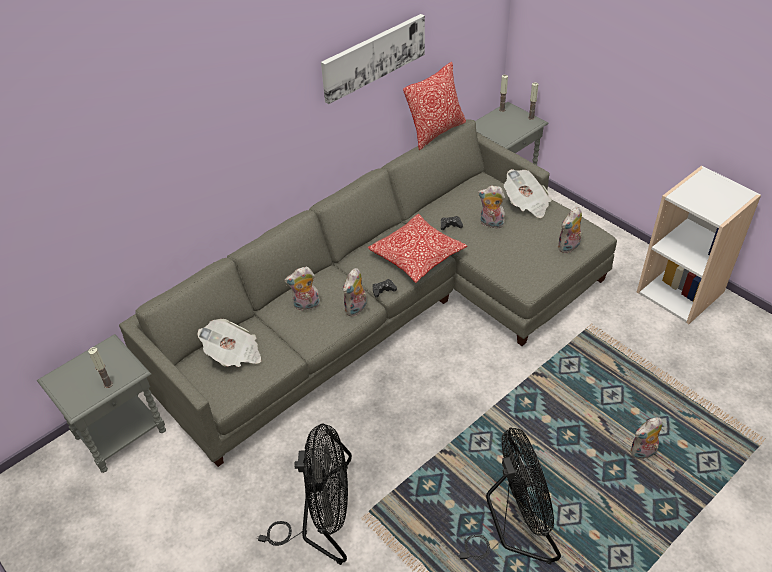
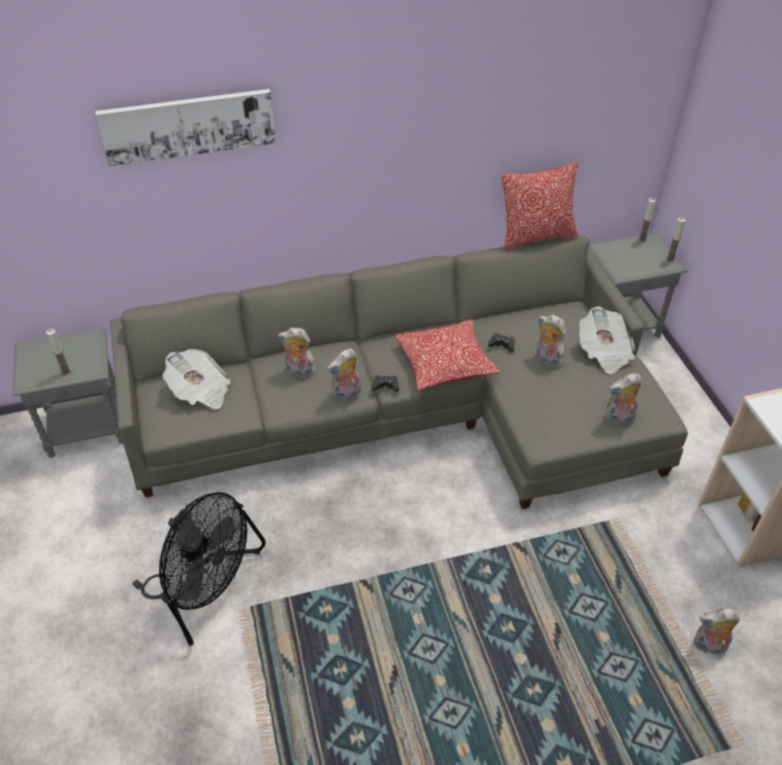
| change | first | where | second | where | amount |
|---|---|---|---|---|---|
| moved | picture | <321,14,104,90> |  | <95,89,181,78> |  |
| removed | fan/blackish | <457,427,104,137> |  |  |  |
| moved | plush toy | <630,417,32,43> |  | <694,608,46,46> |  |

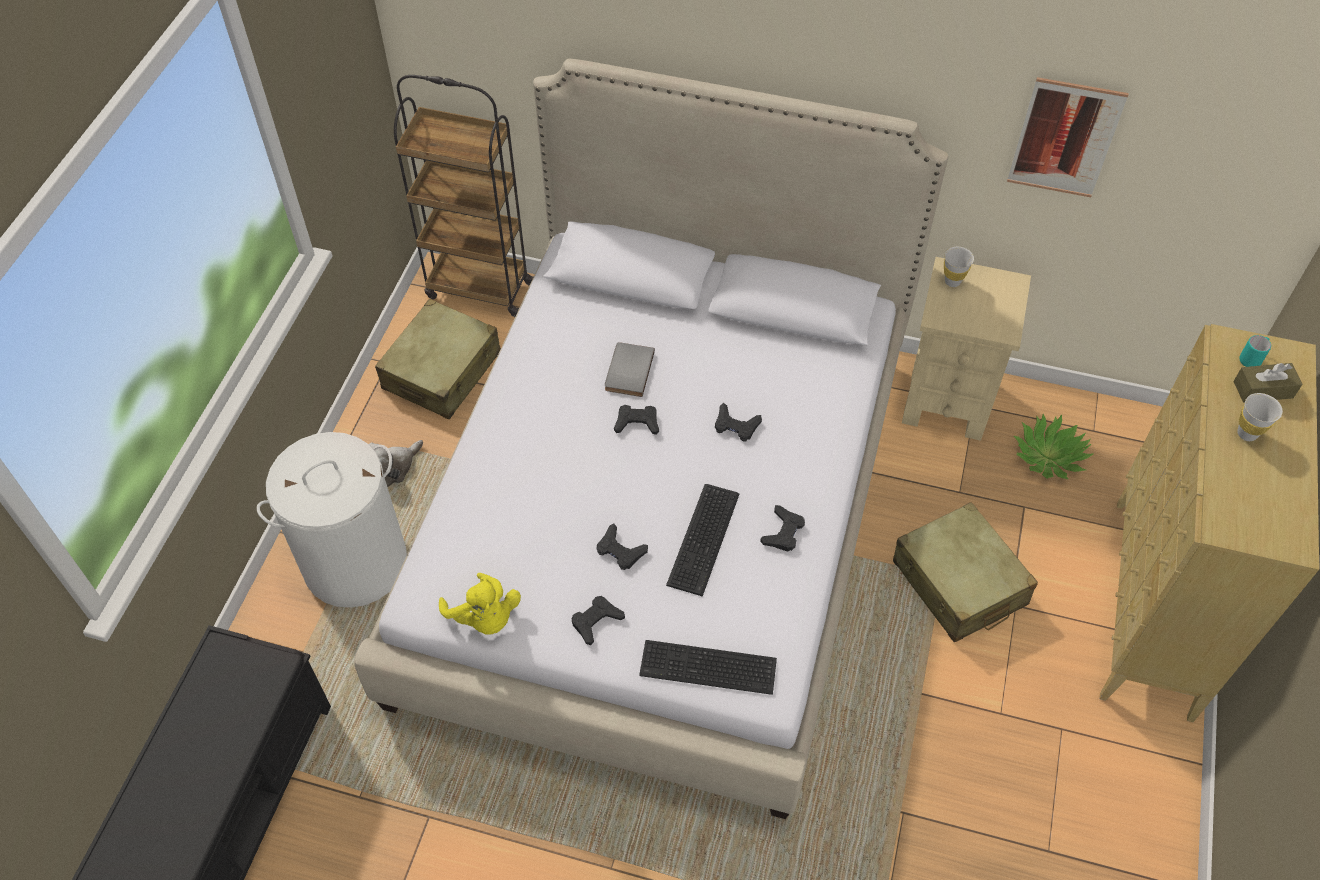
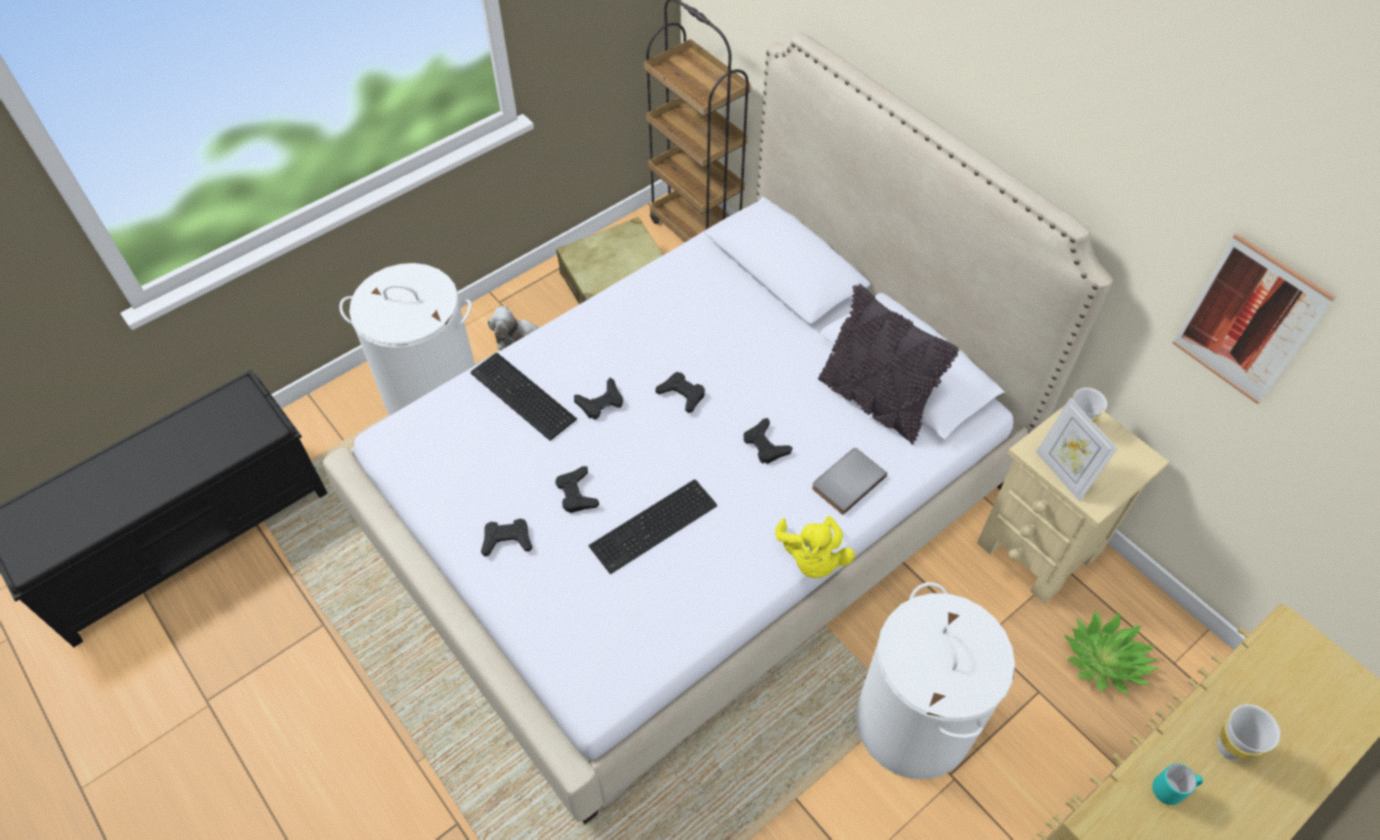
| change | first | where | second | where | amount |
|---|---|---|---|---|---|
| moved | plush toy/yellow | <439,573,82,62> |  | <775,516,80,62> |  |
| moved | volume/greyish | <605,342,50,55> |  | <812,448,75,67> |  |
| moved | keyboard | <639,640,138,55> |  | <470,353,107,88> |  |
| moved | game controller/blackish | <760,505,45,47> |  | <574,378,49,42> |  |
| replaced | travel case/beige-coloured | <893,502,145,140> | hamper/white | <856,582,159,197> |  |
| removed | tissue box/brown | <1233,363,69,40> |  |  |  |
| moved | mug/blue-green | <1239,335,32,32> |  | <1152,763,51,42> |  |
| added |  |  | cushion/blackish | <818,284,141,161> |  |
| added |  |  | photo frame | <1036,398,82,104> |  |

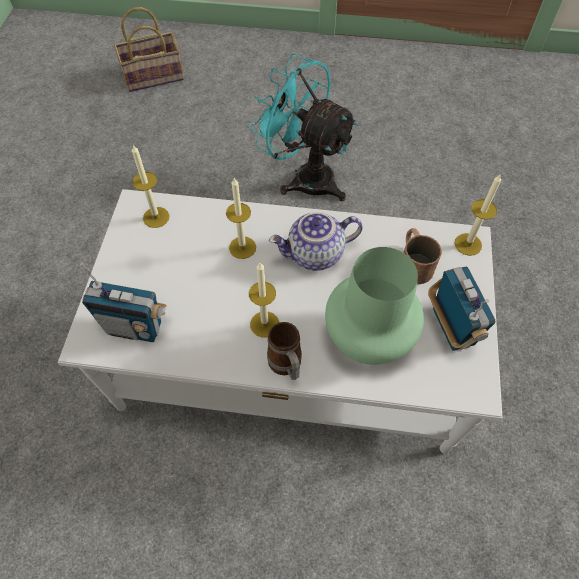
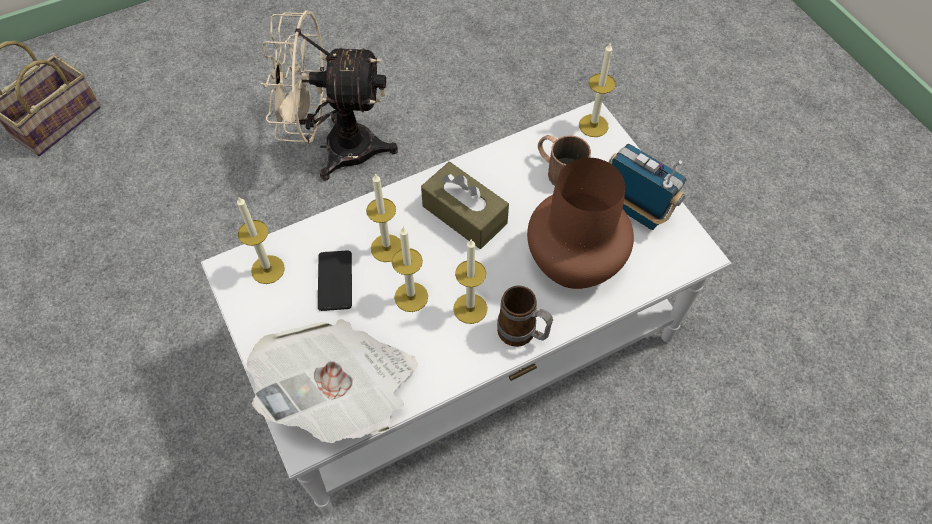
| change | first | where | second | where | amount |
|---|---|---|---|---|---|
| replaced | radio set | <80,262,86,80> | daily paper | <246,319,172,124> |  |
| recoloured | fan/blue-green | <249,53,109,148> | fan/beige-coloured | <261,10,137,171> |  |
| replaced | tea pot | <269,212,94,59> | tissue box/brown | <421,162,88,87> |  |
| recoloured | flower vase/green | <325,247,99,118> | flower vase/brown | <527,158,107,131> |  |
| added |  |  | telephone | <318,250,34,61> |  |
| added |  |  | candle | <392,227,36,85> |  |

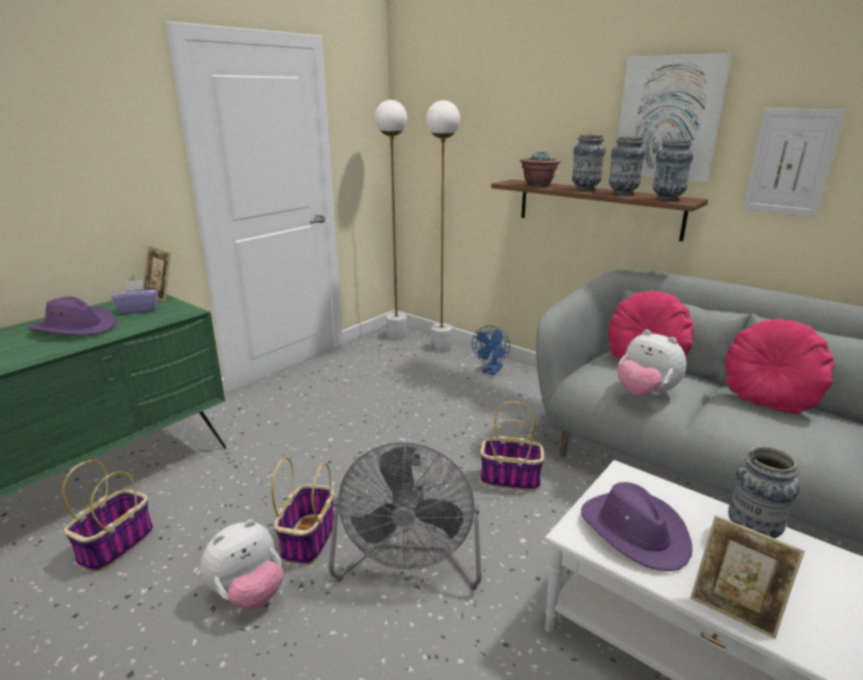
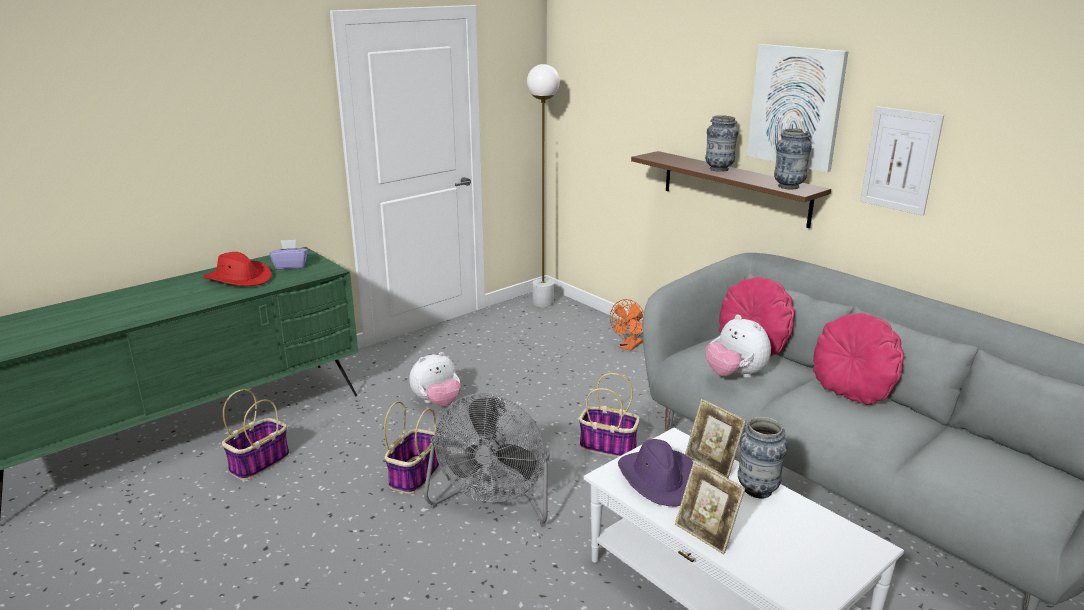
| change | first | where | second | where | amount |
|---|---|---|---|---|---|
| recoloured | clothing hat/purple | <28,296,88,40> | clothing hat/red-coloured | <203,252,69,34> |  |
| moved | photo frame | <143,245,28,57> |  | <685,399,62,79> |  |
| moved | plush toy | <200,520,83,89> |  | <409,352,52,55> |  |
| removed | standard lamp/white | <426,100,34,252> |  |  |  |
| recoloured | fan/bluish | <472,326,38,49> | fan/orangey | <610,299,34,52> |  |
| removed | potted plant | <520,151,41,36> |  |  |  |
| removed | flower vase | <609,136,36,59> |  |  |  |

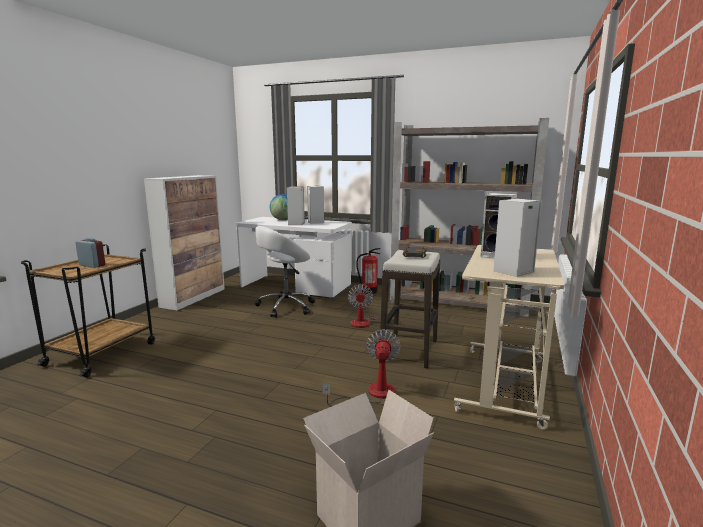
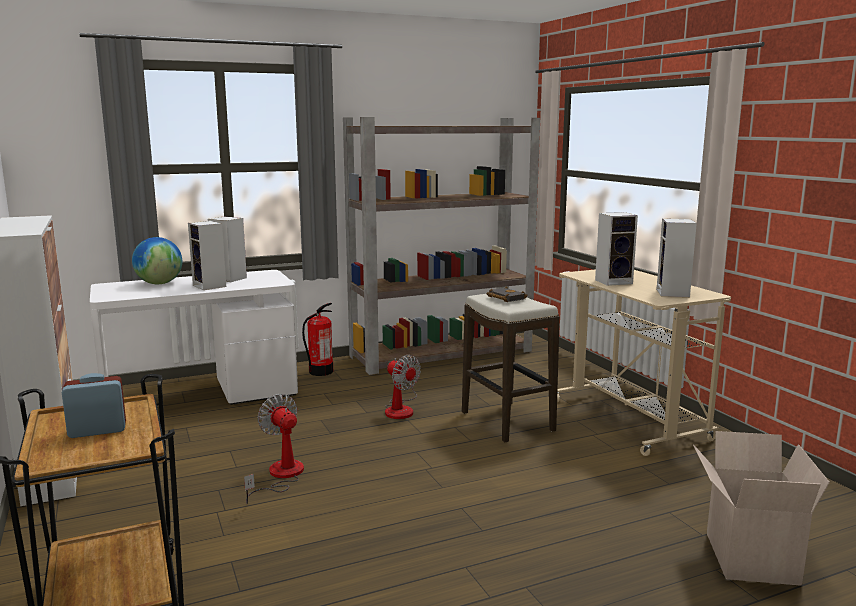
| change | first | where | second | where | amount |
|---|---|---|---|---|---|
| removed | office chair/white | <255,226,60,91> |  |  |  |
| moved | fan | <322,330,79,75> |  | <244,394,60,110> |  |

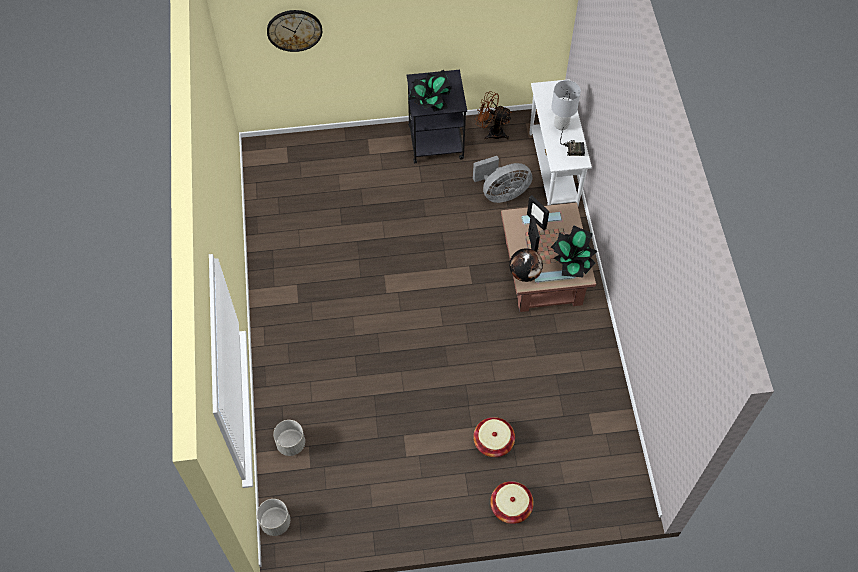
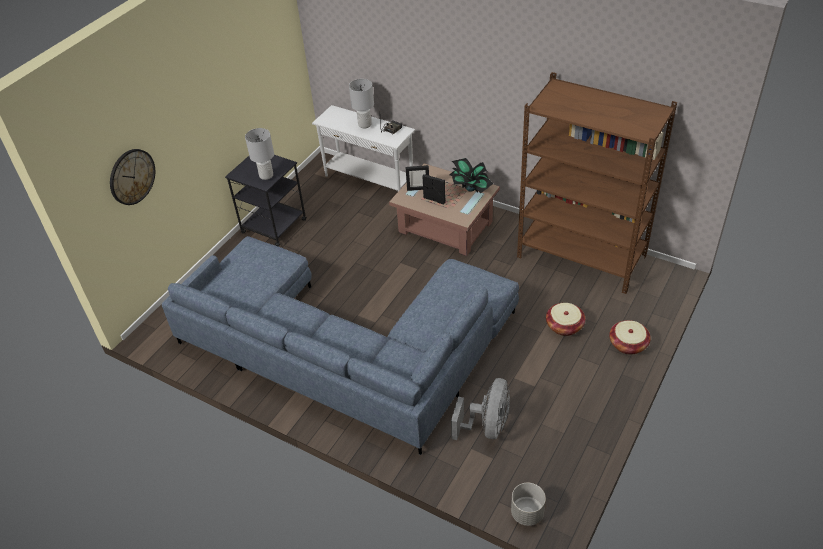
| change | first | where | second | where | amount |
|---|---|---|---|---|---|
| removed | planter/greyish | <273,420,32,36> |  |  |  |
| replaced | potted plant | <409,70,43,42> | lamp for a table/greyish | <245,128,29,52> |  |
| moved | fan/greyish | <473,156,59,47> |  | <451,378,59,62> |  |
| removed | fan/brown | <476,91,36,49> |  |  |  |
| removed | world globe | <509,248,34,34> |  |  |  |
| added |  |  | sofa/bluish | <162,236,357,219> |  |
| added |  |  | bookcase/brown | <517,72,160,222> |  |

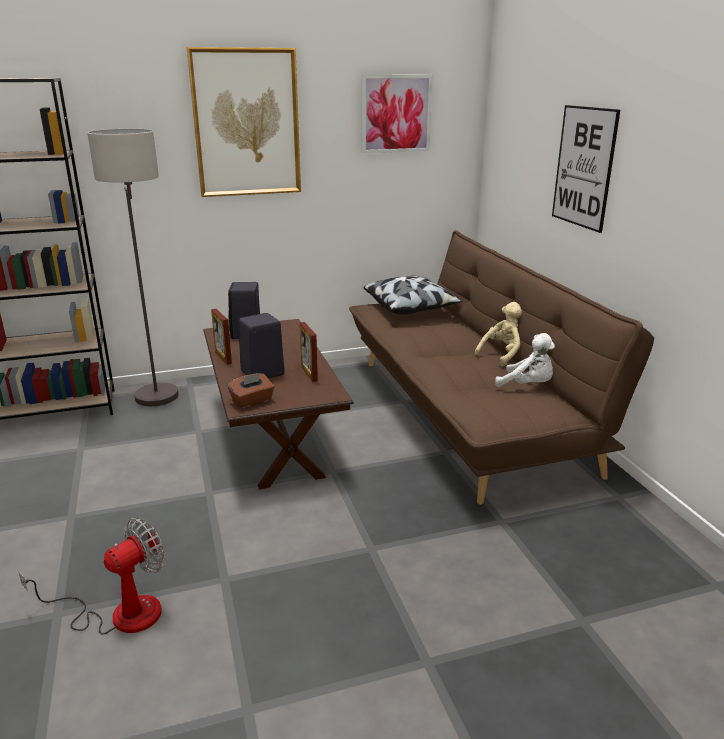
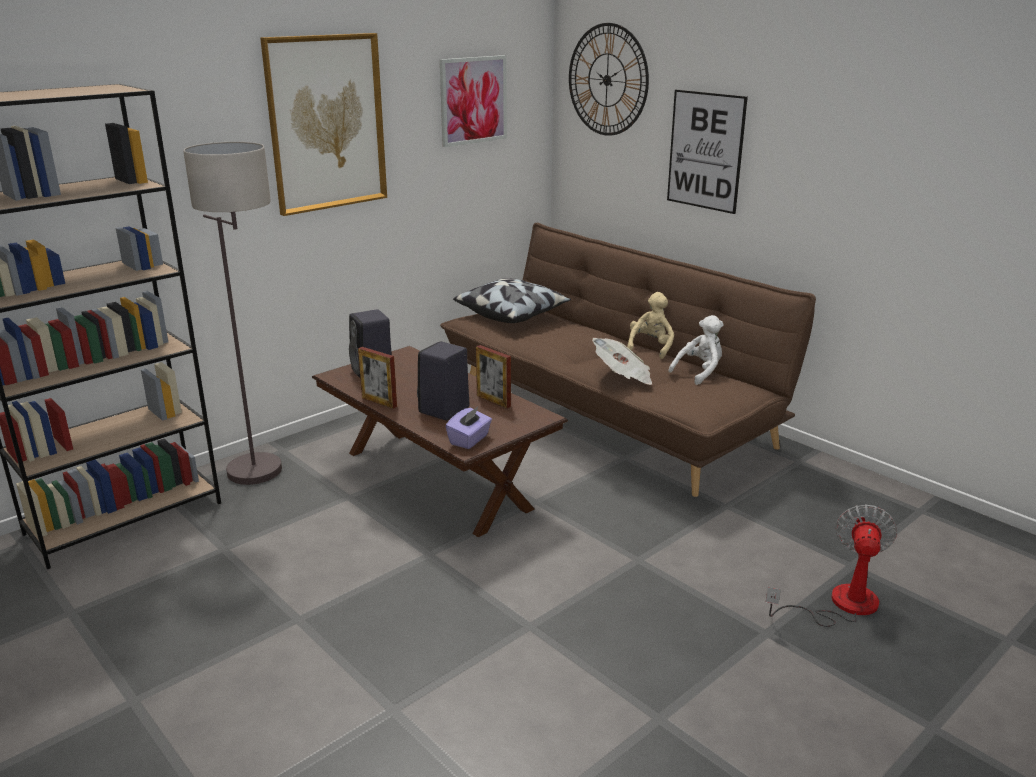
| change | first | where | second | where | amount |
|---|---|---|---|---|---|
| moved | fan | <18,517,147,118> |  | <766,504,131,123> |  |
| recoloured | tissue box/brown | <227,373,48,36> | tissue box/purple | <445,406,47,43> |  |
| turned | plush toy/white | <495,333,60,54> |  | <668,315,56,70> | 45 degrees counterclockwise |
| added |  |  | hanging clock | <569,23,80,113> |  |
| added |  |  | daily paper | <592,338,60,47> |  |

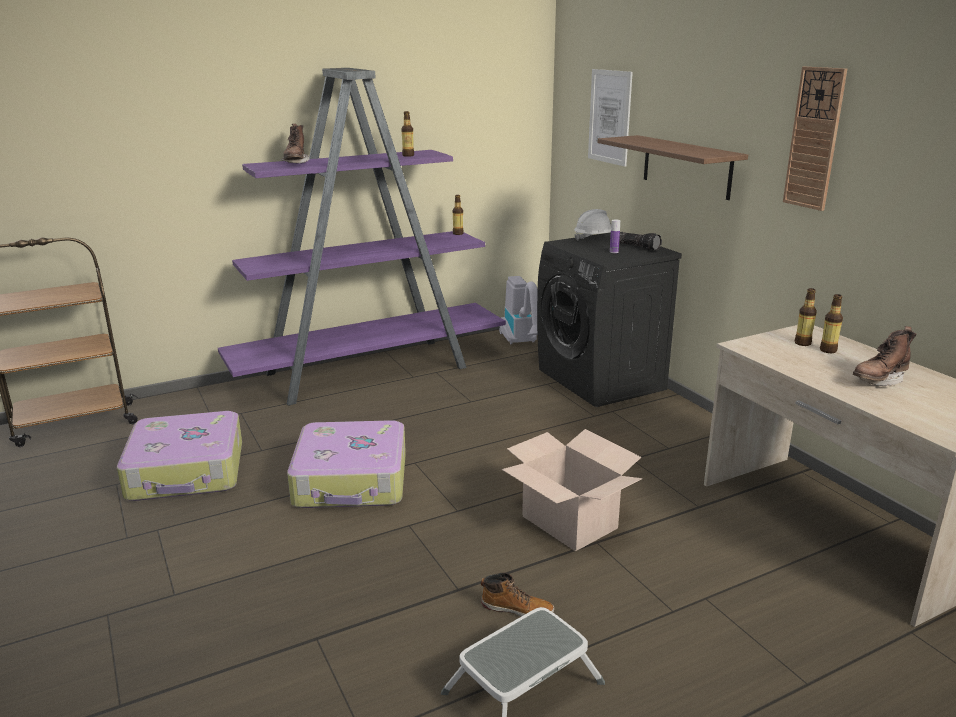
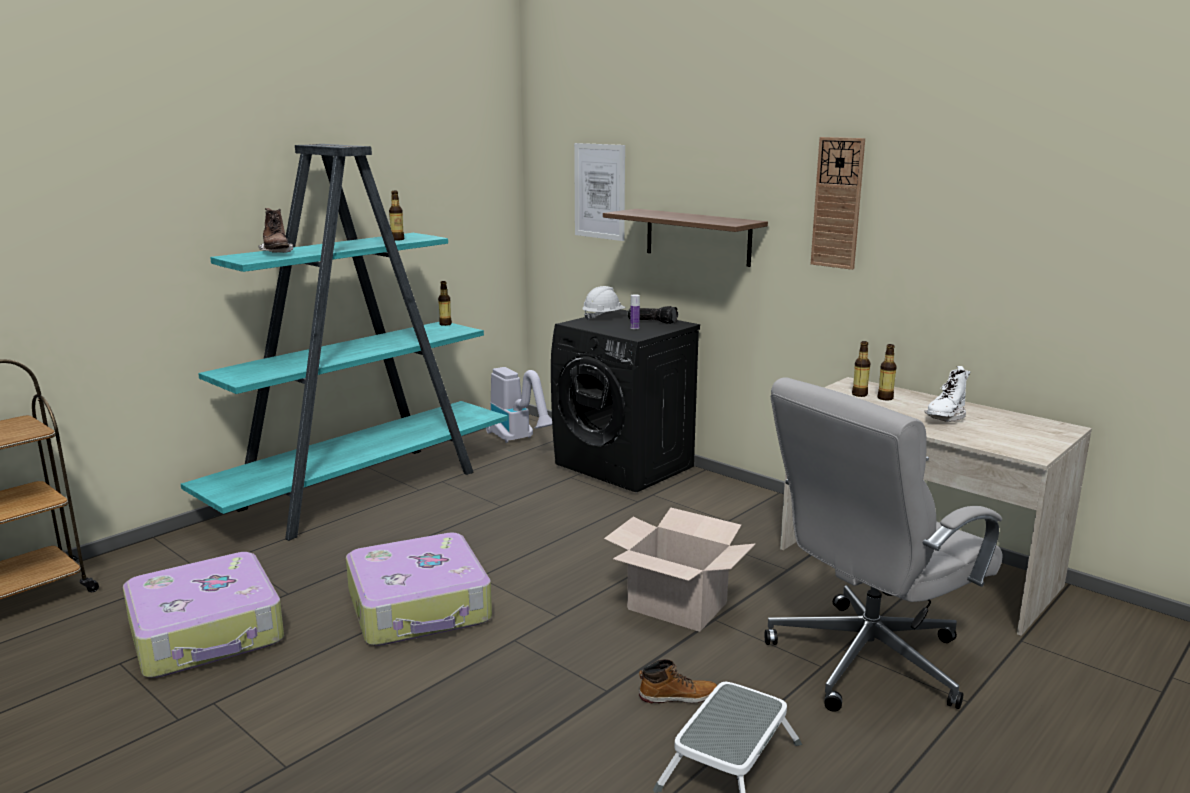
| change | first | where | second | where | amount |
|---|---|---|---|---|---|
| recoloured | bookcase/purple | <218,68,288,338> | bookcase/blue-green | <181,144,327,397> |  |
| recoloured | high-top boot/brown | <853,326,64,60> | high-top boot/white | <924,366,46,56> |  |
| added |  |  | office chair/greyish | <764,377,239,335> |  |

